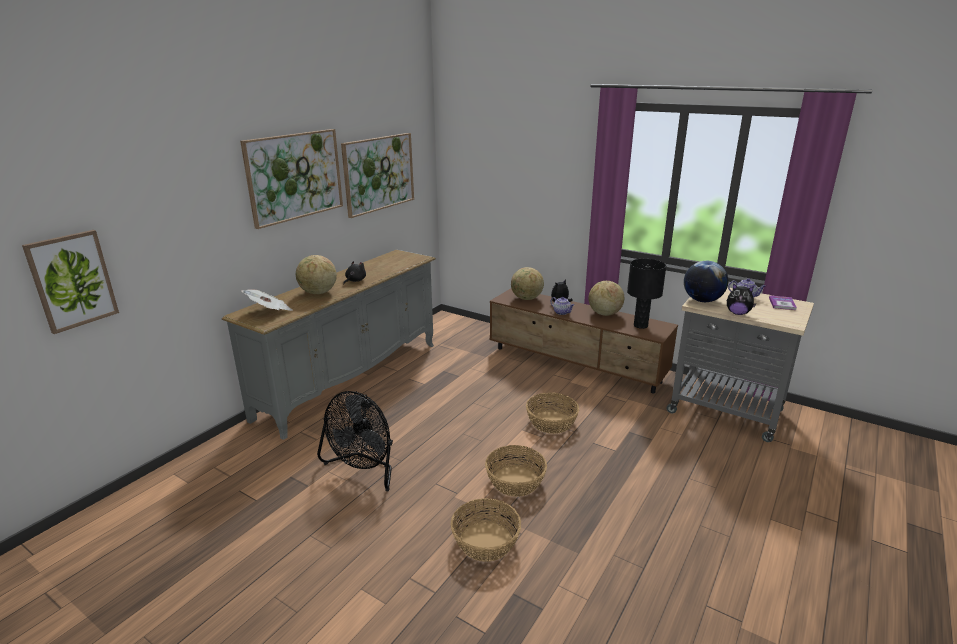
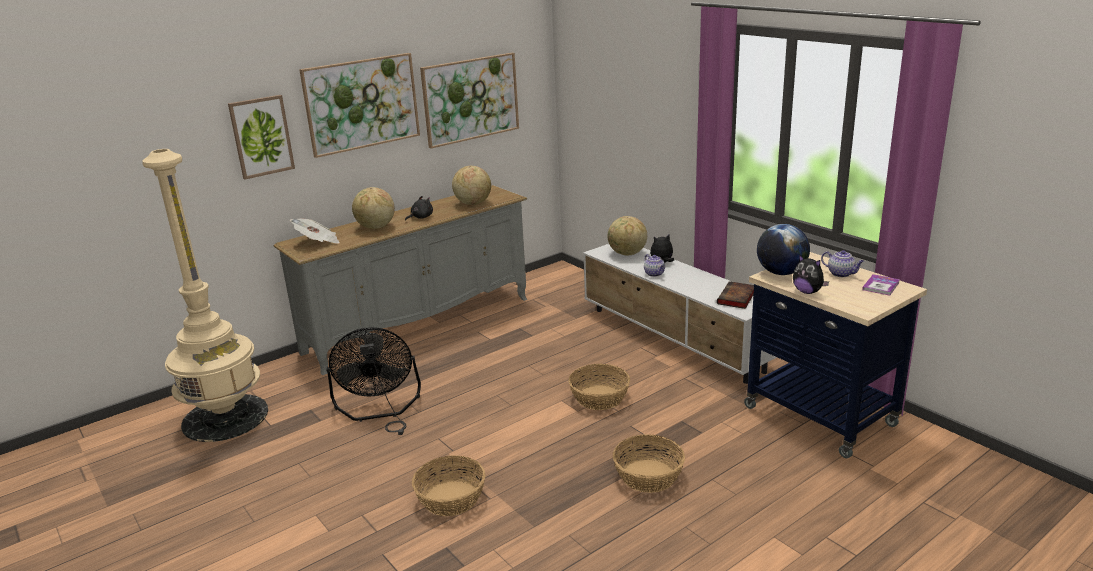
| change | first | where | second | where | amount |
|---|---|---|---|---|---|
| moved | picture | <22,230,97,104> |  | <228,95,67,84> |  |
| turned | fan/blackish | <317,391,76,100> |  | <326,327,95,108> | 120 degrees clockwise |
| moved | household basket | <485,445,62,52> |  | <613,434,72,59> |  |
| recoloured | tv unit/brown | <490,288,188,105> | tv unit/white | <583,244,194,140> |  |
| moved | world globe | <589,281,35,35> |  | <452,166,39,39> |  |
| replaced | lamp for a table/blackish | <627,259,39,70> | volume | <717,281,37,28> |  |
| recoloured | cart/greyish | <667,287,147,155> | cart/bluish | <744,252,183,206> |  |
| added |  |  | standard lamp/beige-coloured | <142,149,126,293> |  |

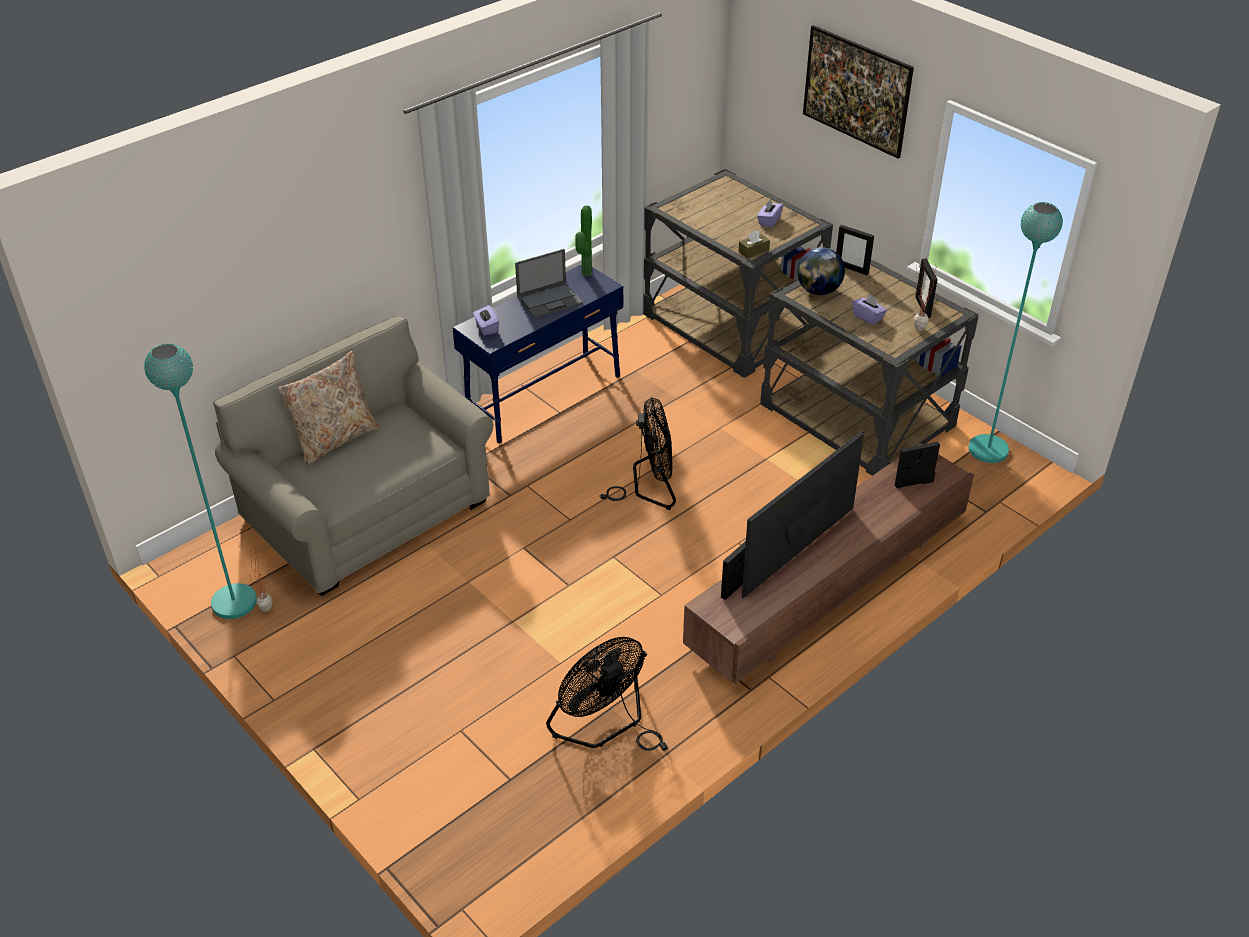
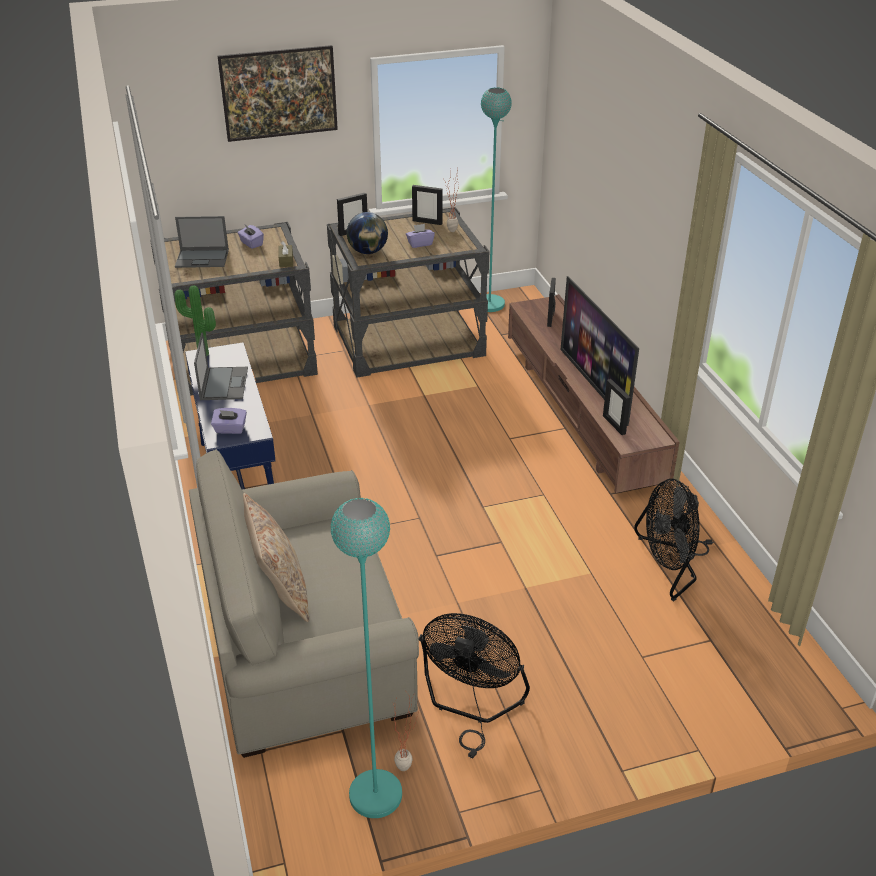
| change | first | where | second | where | amount |
|---|---|---|---|---|---|
| moved | fan/blackish | <599,397,77,114> |  | <419,613,111,146> |  |
| added |  |  | notebook computer | <175,216,54,52> |  |

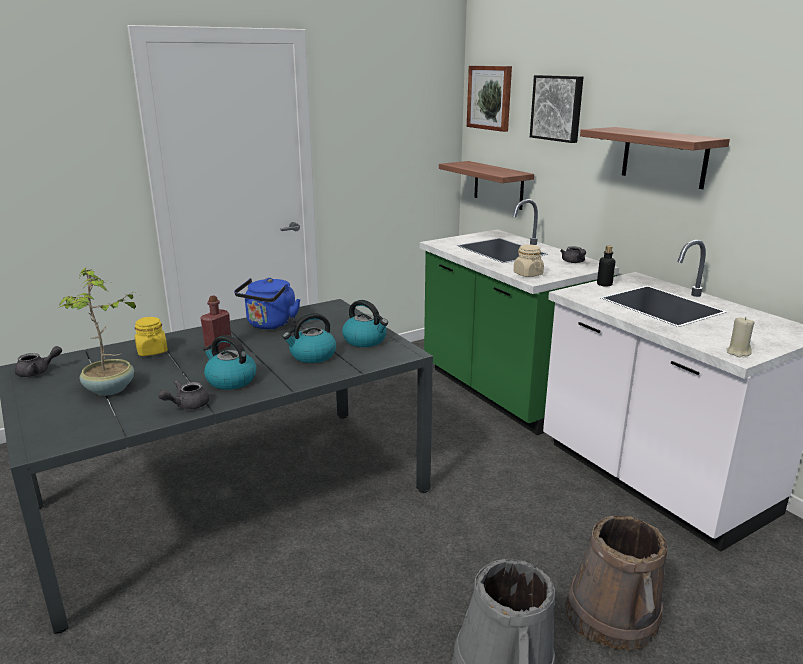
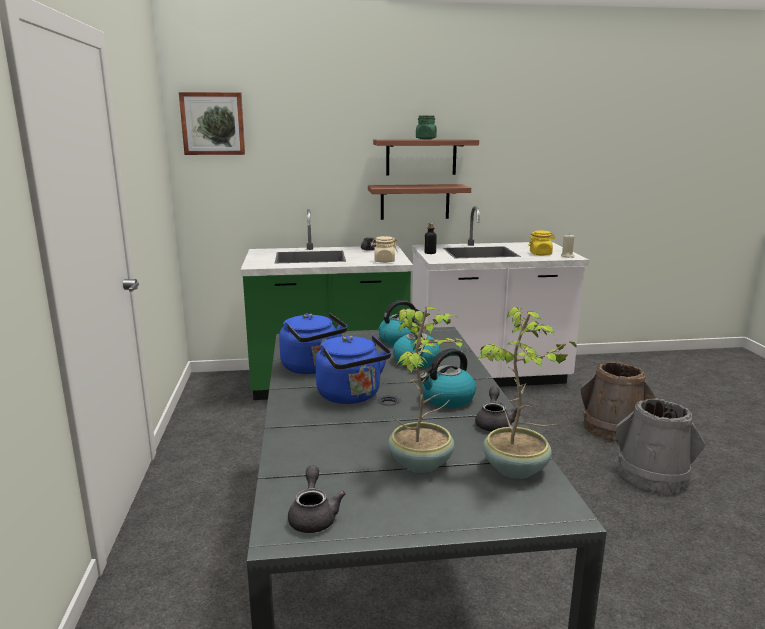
| change | first | where | second | where | amount |
|---|---|---|---|---|---|
| moved | preserve jar/yellow | <135,317,33,39> |  | <529,231,26,24> |  |
| turned | tea pot/greyish | <158,381,51,29> |  | <475,387,43,45> | 150 degrees counterclockwise |
| replaced | bottle/red-coloured | <201,295,31,56> | kettle/bluish | <315,335,76,69> |  |
| moved | shelf | <439,161,95,49> |  | <368,184,103,36> |  |
| removed | picture | <530,75,54,68> |  |  |  |
| added |  |  | preserve jar/green | <416,115,21,24> |  |
| added |  |  | potted plant | <477,307,100,172> |  |

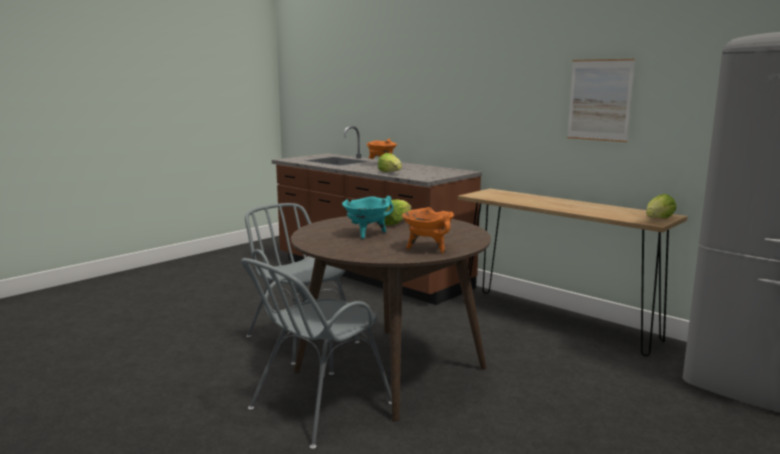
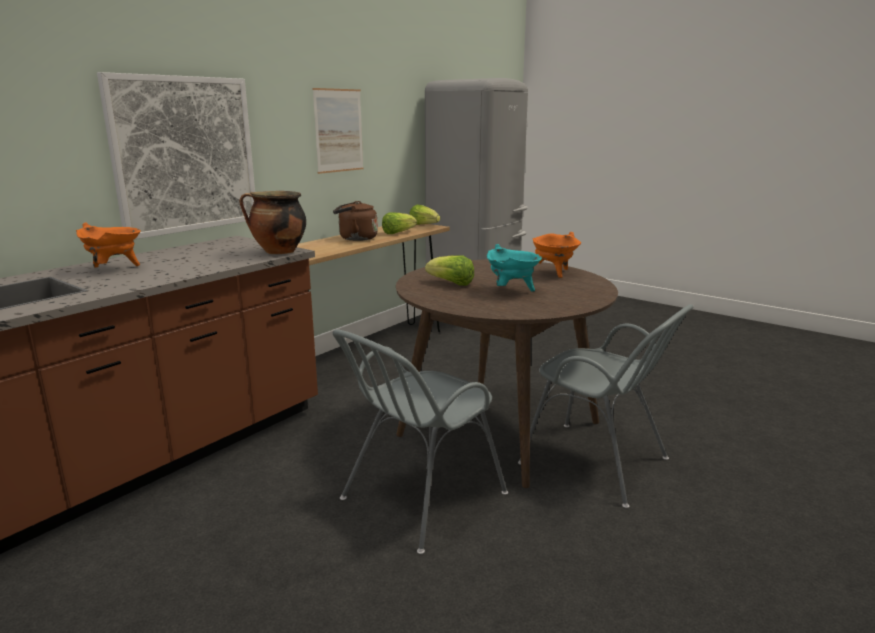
| change | first | where | second | where | amount |
|---|---|---|---|---|---|
| moved | lettuce head | <378,153,24,19> |  | <382,212,35,22> |  |
| added |  |  | picture | <97,72,158,167> |  |
| added |  |  | cooking pot | <240,191,66,63> |  |
| added |  |  | kettle/brown | <333,201,45,40> |  |

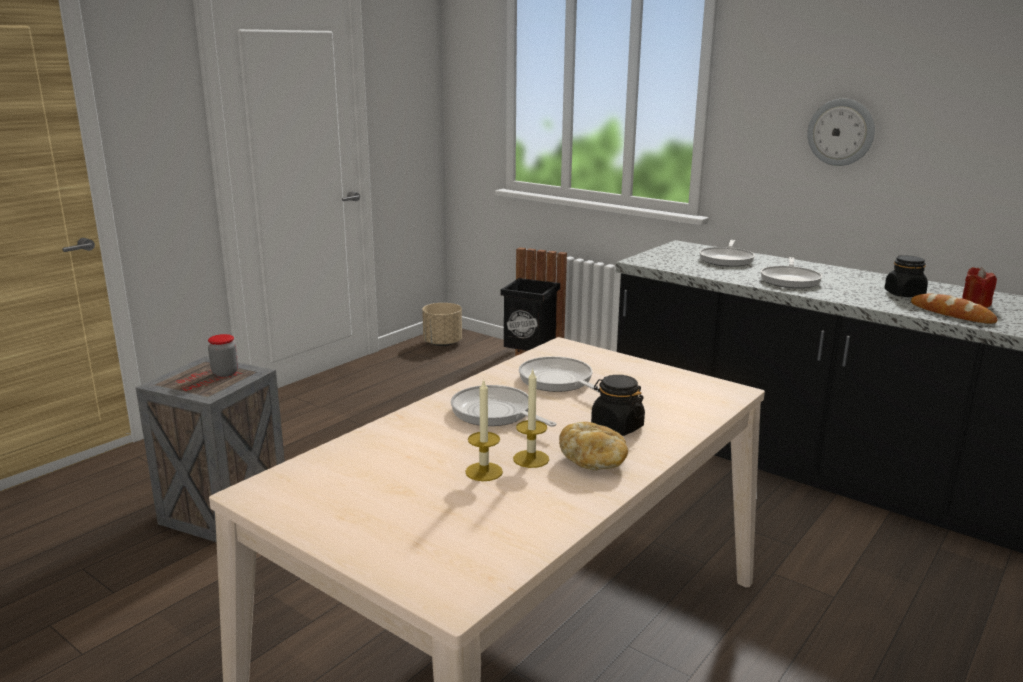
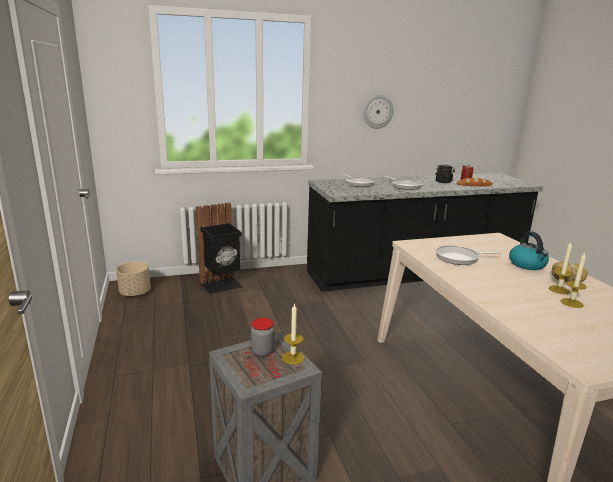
| change | first | where | second | where | amount |
|---|---|---|---|---|---|
| removed | pan | <451,385,105,42> |  |  |  |
| replaced | preserve jar/blackish | <591,375,54,61> | kettle | <509,231,40,39> |  |
| added |  |  | candle | <282,303,23,62> |  |

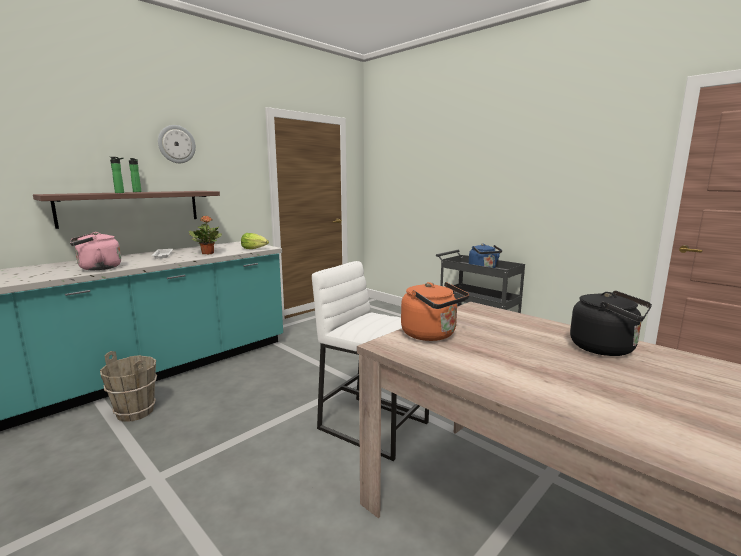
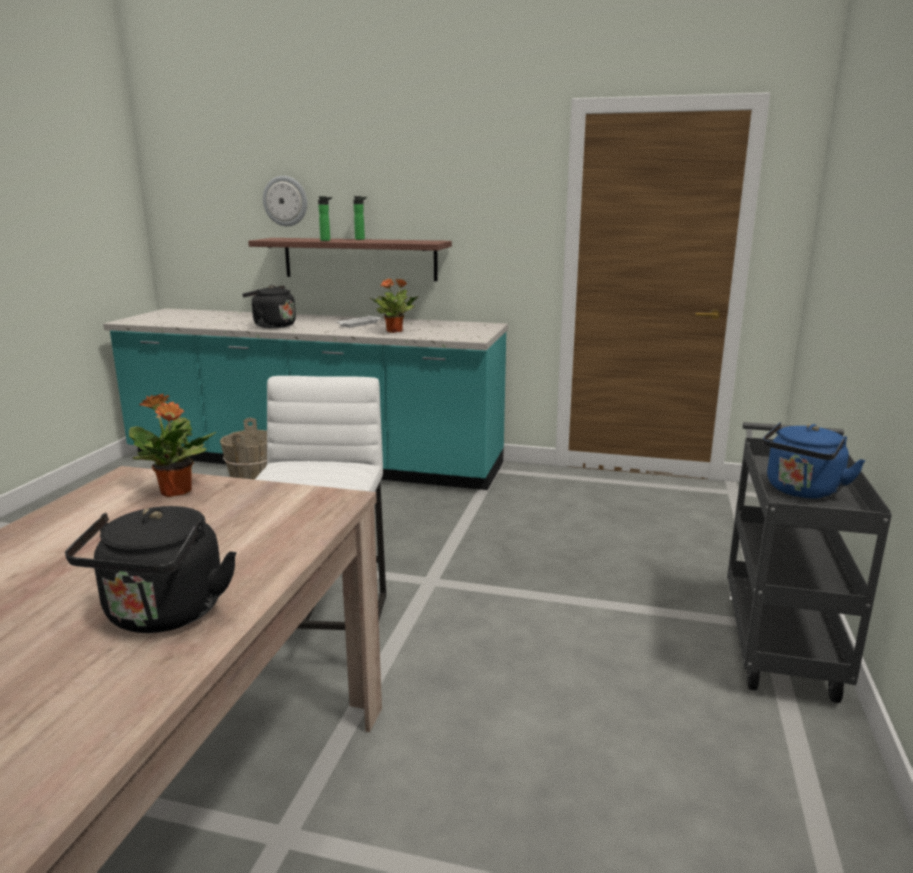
| change | first | where | second | where | amount |
|---|---|---|---|---|---|
| recoloured | kettle/pinkish | <70,232,51,38> | kettle/blackish | <242,285,54,43> |  |
| moved | hanging clock | <158,125,38,38> |  | <263,176,44,50> |  |
| removed | lettuce head | <241,233,28,16> |  |  |  |
| replaced | kettle/orangey | <401,282,68,59> | potted plant | <129,394,87,103> |  |

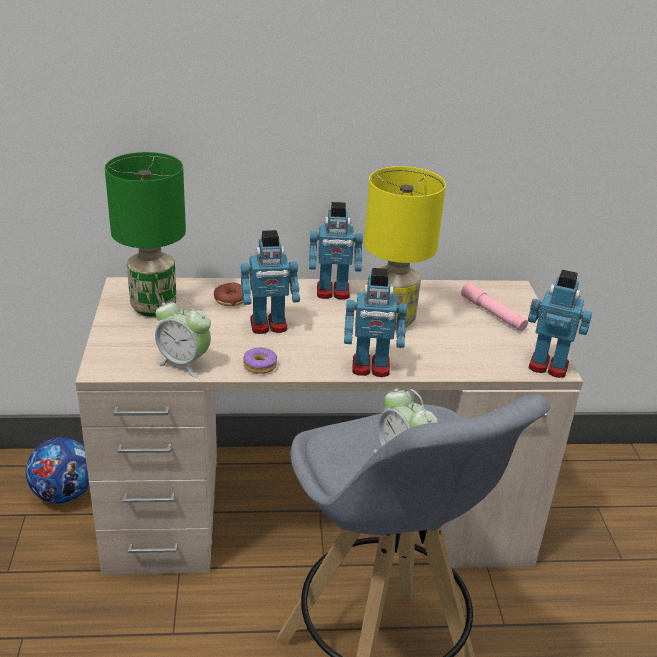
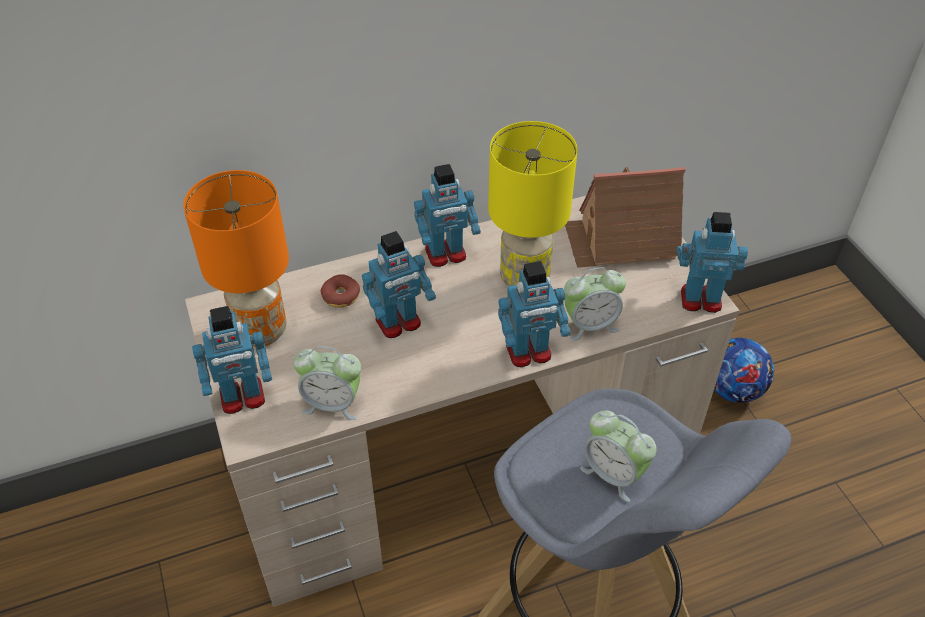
| change | first | where | second | where | amount |
|---|---|---|---|---|---|
| moved | ball for football | <26,438,63,66> |  | <714,338,60,65> |  |
| recoloured | lamp for a table/green | <105,152,81,165> | lamp for a table/orangey | <183,170,106,177> |  |
| removed | donut | <243,347,34,27> |  |  |  |
| replaced | flashlight/pinkish | <461,283,67,48> | toy house | <565,167,121,101> |  |
| added |  |  | robot figure | <192,306,80,108> |  |
| added |  |  | bedside clock | <564,267,62,74> |  |

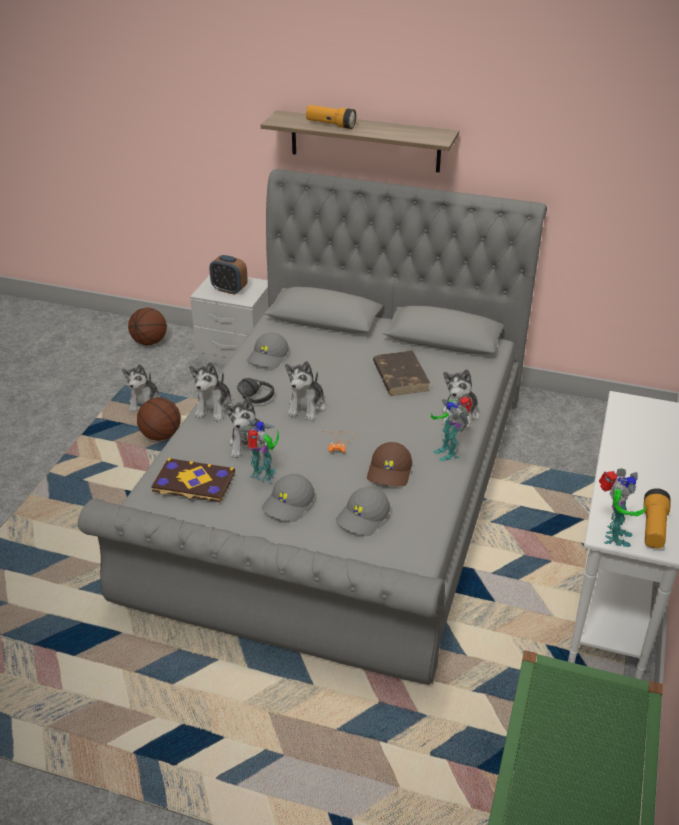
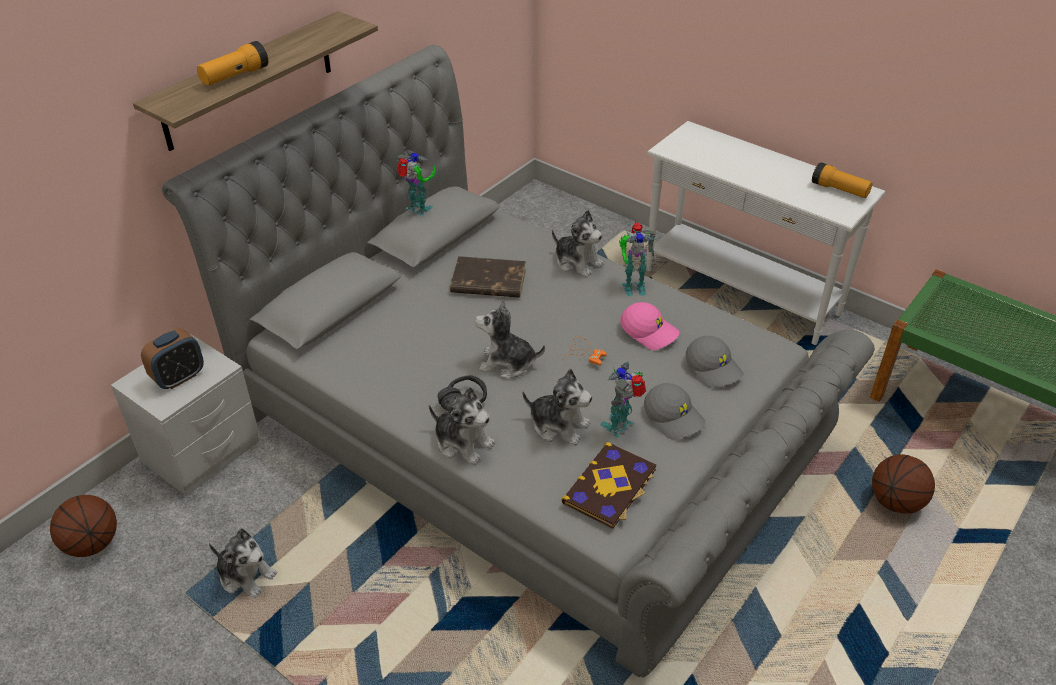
| change | first | where | second | where | amount |
|---|---|---|---|---|---|
| moved | ball for basketball | <137,397,44,44> |  | <872,454,63,60> |  |
| removed | cap/greyish | <247,332,42,37> |  |  |  |
| turned | plush toy | <285,361,41,60> |  | <475,300,70,78> | 150 degrees clockwise |
| recoloured | cap/brown | <367,442,45,44> | cap/pinkish | <620,302,59,48> |  |
| moved | robot figure | <599,468,47,79> |  | <395,150,41,66> |  |

